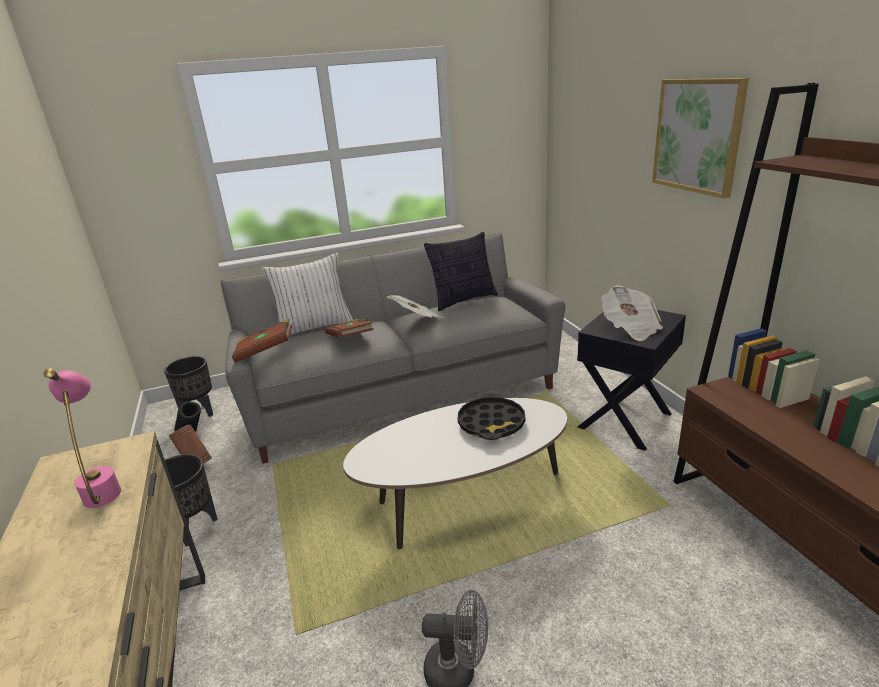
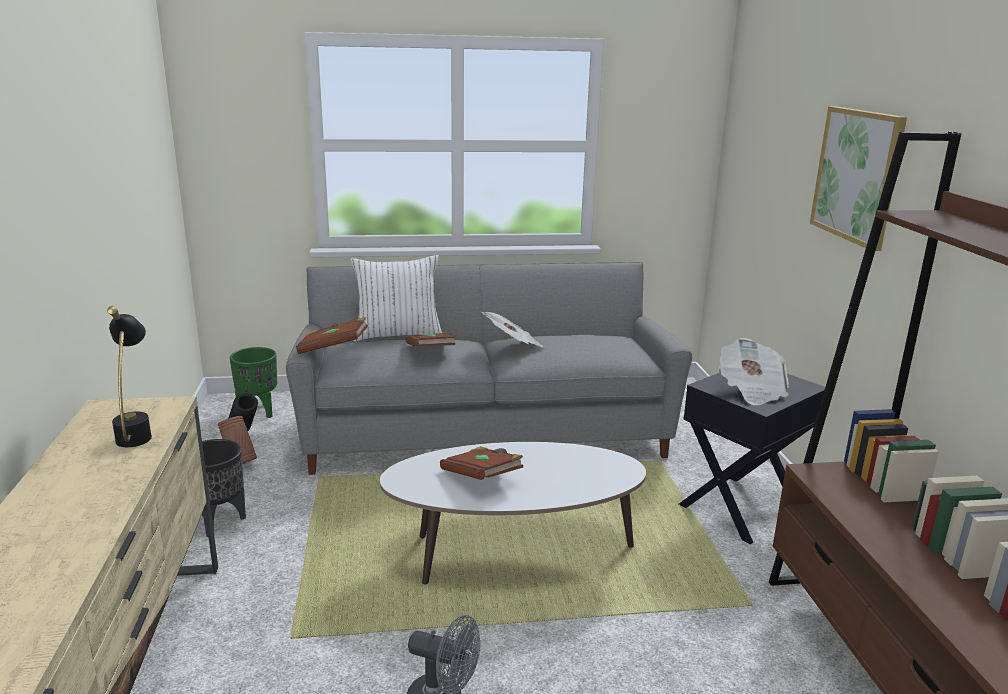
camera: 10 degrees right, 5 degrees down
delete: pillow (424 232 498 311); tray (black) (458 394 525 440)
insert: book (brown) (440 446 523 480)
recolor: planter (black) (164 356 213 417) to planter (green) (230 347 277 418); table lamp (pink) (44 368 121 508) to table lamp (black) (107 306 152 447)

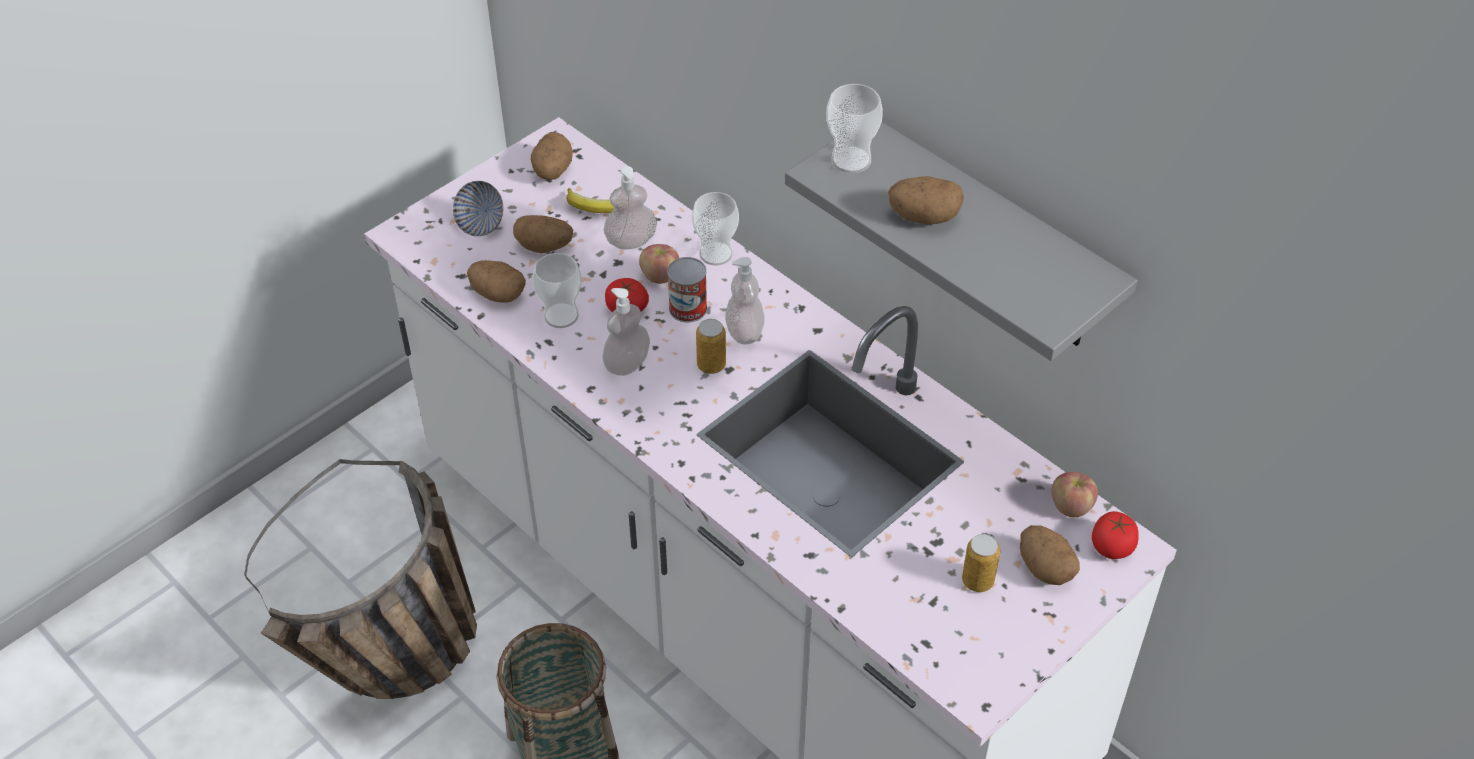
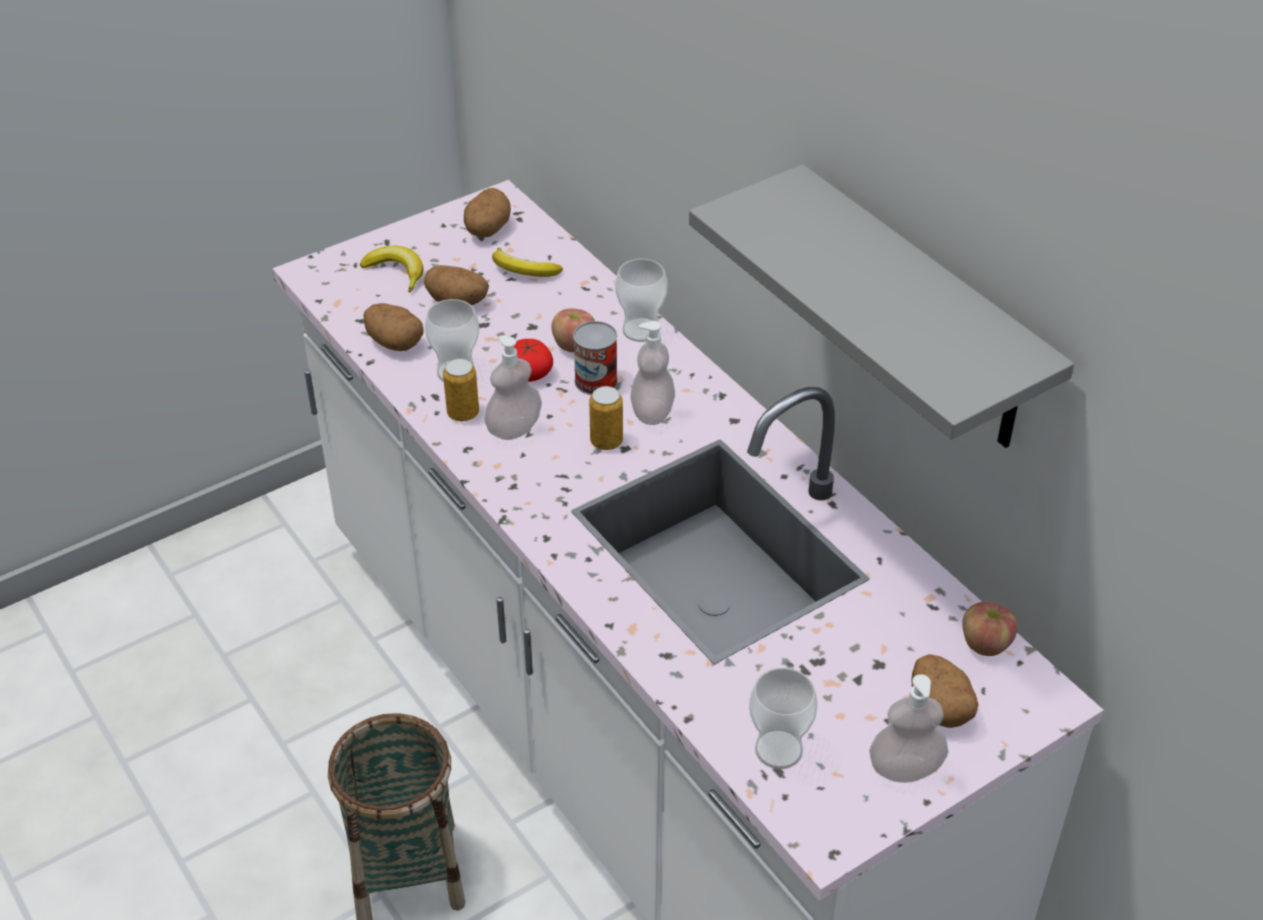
camera: 10 degrees right, 5 degrees down
delete: potato (888 176 964 224); basket (244 459 477 699); tomato (1092 511 1138 559)
move: cup (826 84 883 173) to (749 668 818 769); soap dispenser (604 166 657 249) to (869 674 948 783); can (962 534 1000 592) to (443 358 479 421)
replace: bowl (453 181 503 236) to banana (360 246 423 292)

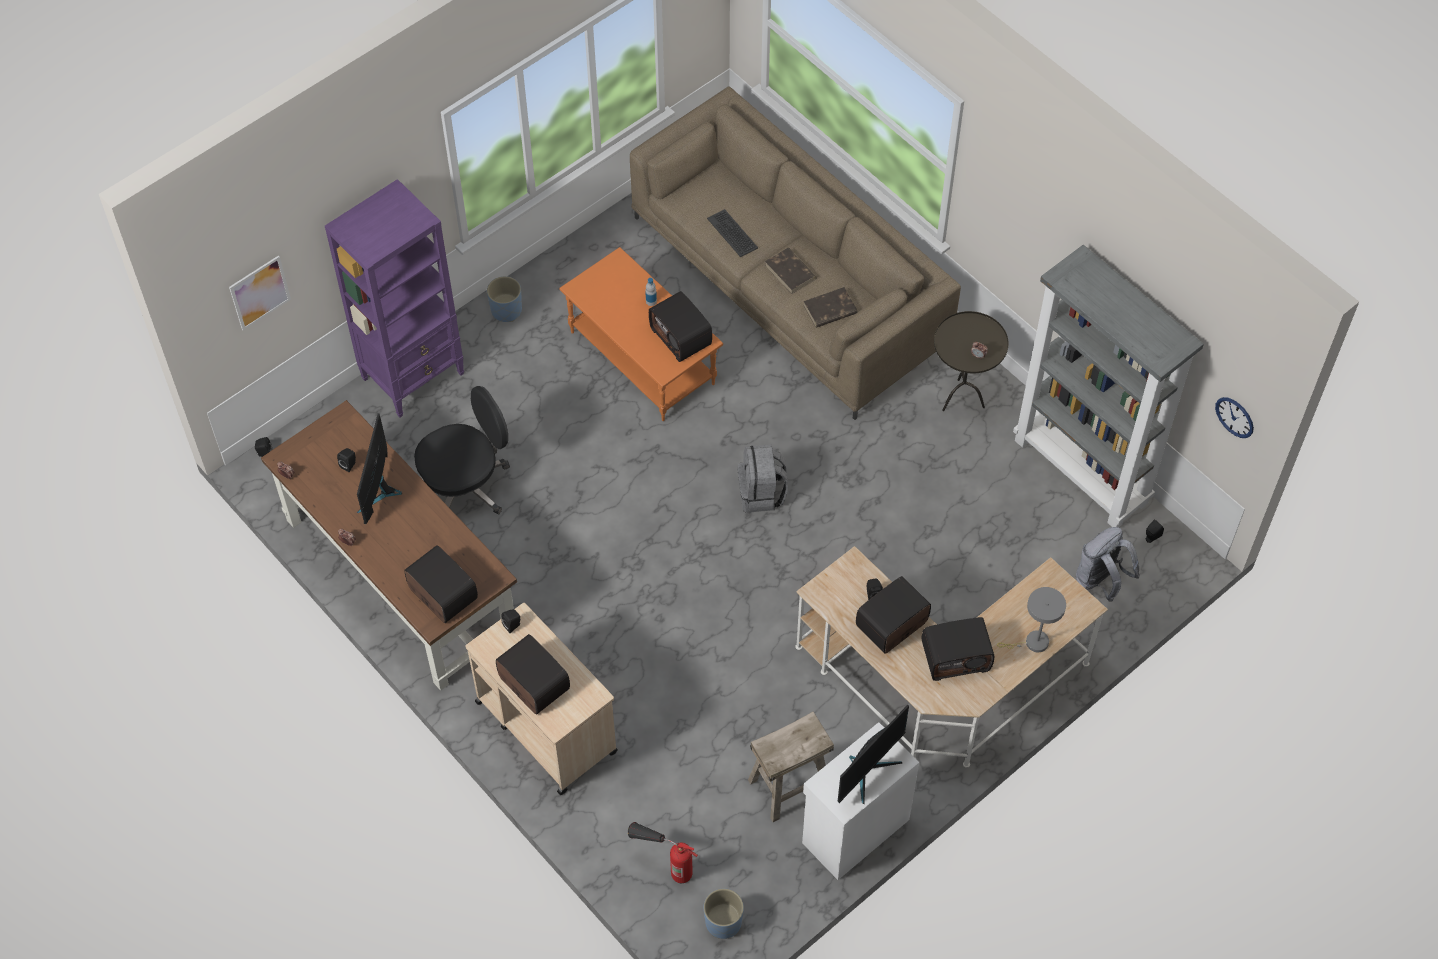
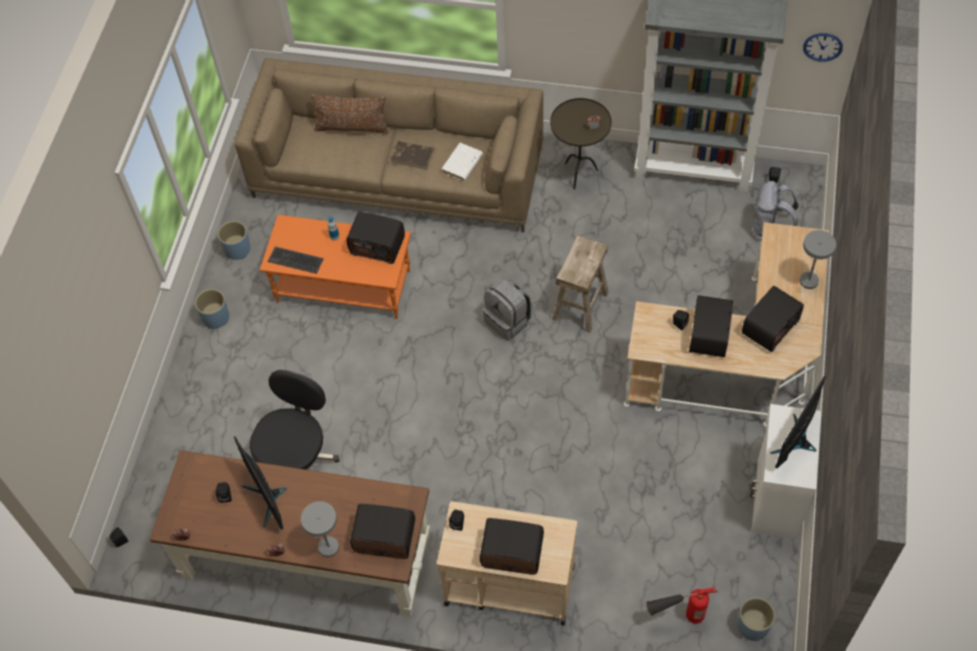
camera: 35 degrees left, 0 degrees up
delete: bookcase (purple) (325 179 464 417); picture (229 255 291 330)
insert: pillow (brown) (311 94 389 134); planter (blue) (217 221 251 260); table lamp (grey) (301 501 339 557)
move: keyboard (707 209 758 257) to (267 247 324 274); stool (beige) (748 711 834 822) to (552 235 609 333)
recolor: book (brown) (803 287 858 328) to book (white) (442 143 483 181)
rotate: monitor (838 705 909 804) = (770 375 826 468) 150 degrees counterclockwise

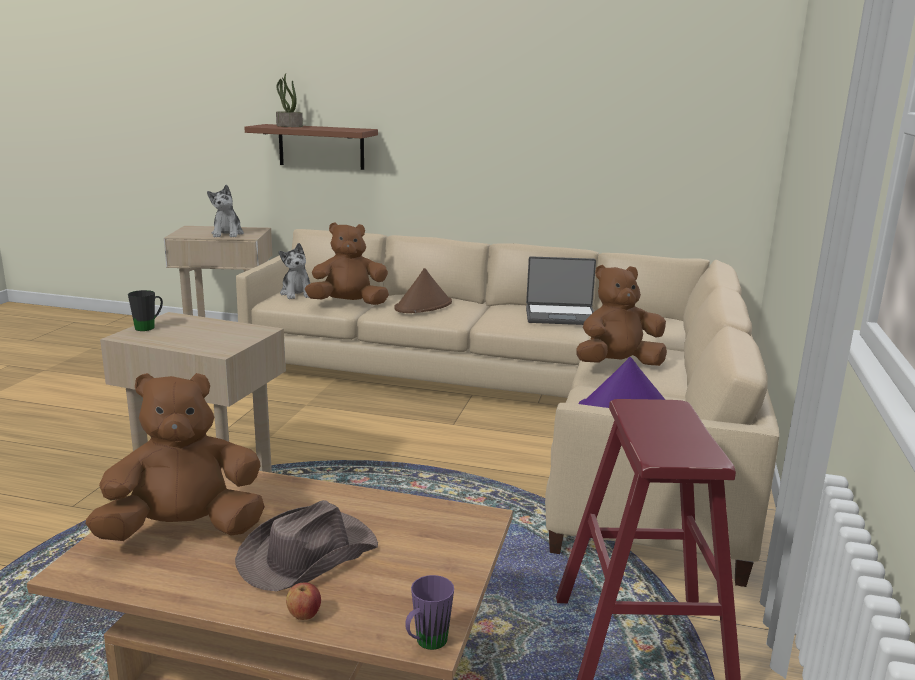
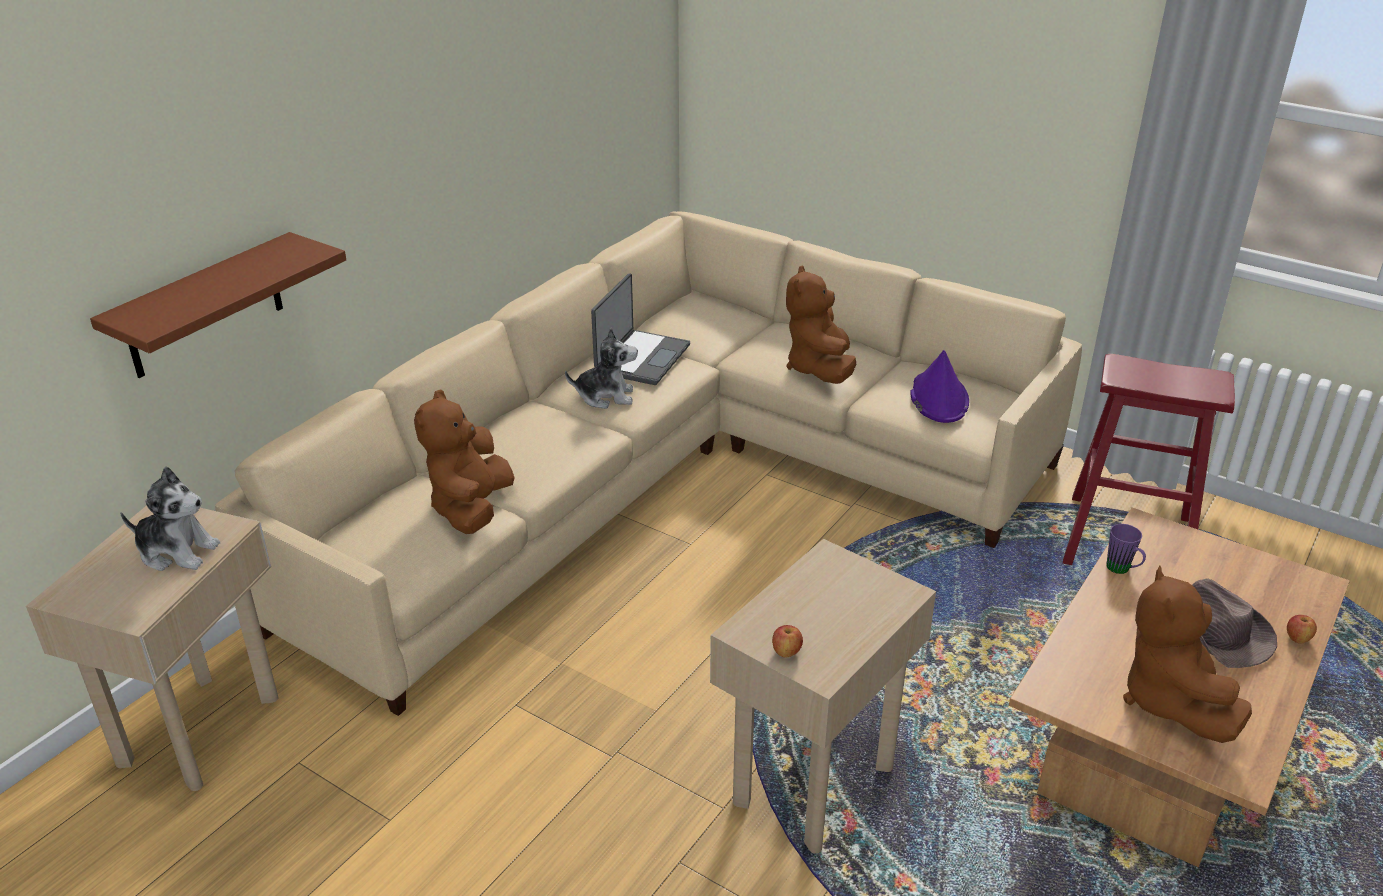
camera: 70 degrees left, 15 degrees up
delete: potted plant (276 73 303 127); hat (brown) (395 268 452 313)
move: plush toy (279 243 310 299) to (565 328 638 409); mug (purple) (405 575 454 650) to (1106 524 1146 574)
replace: mug (black) (128 290 163 331) to apple (772 625 803 658)

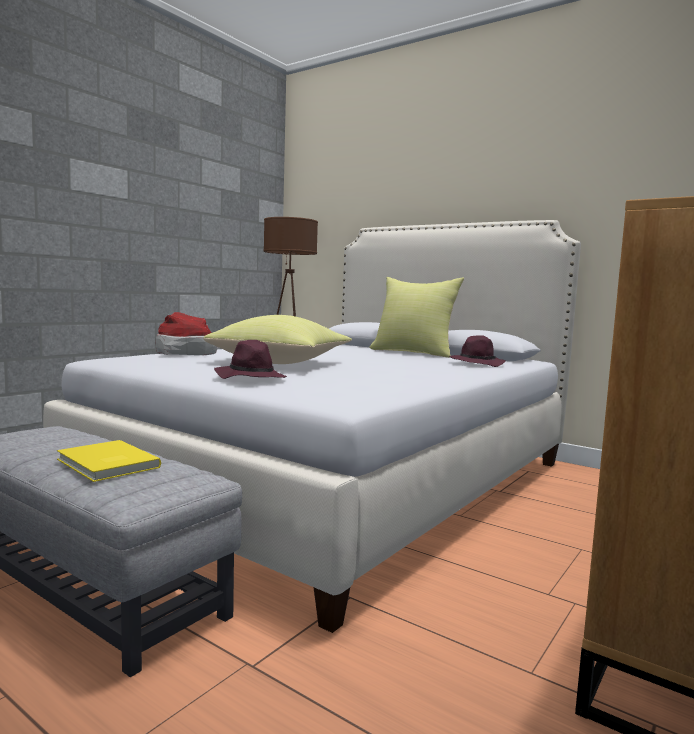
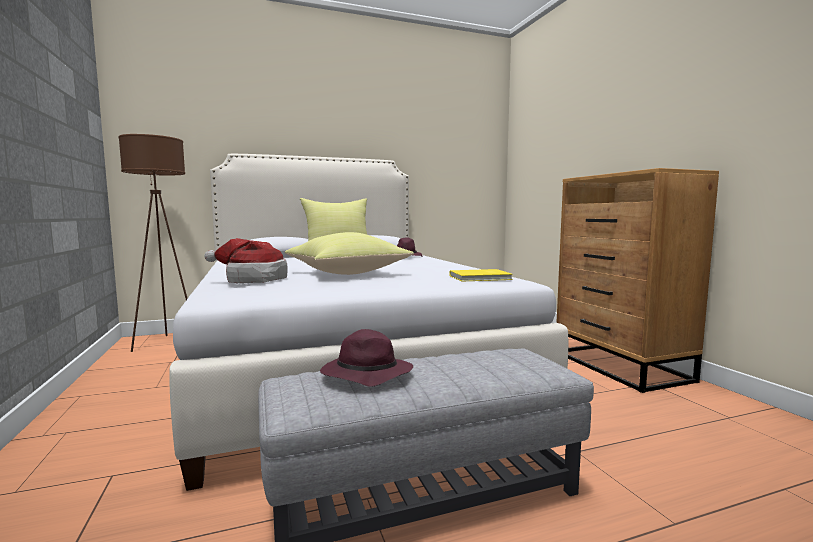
camera: 55 degrees left, 0 degrees up
move: hat (purple) (214 340 287 379) to (320 329 413 387); book (yellow) (57 440 161 482) to (449 269 513 282)

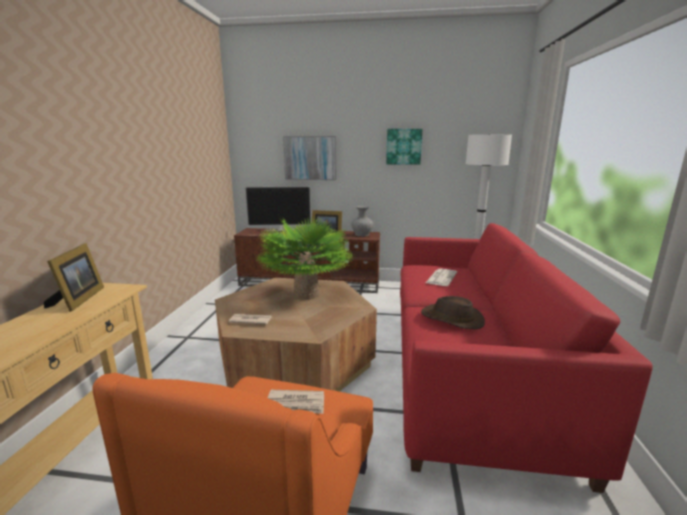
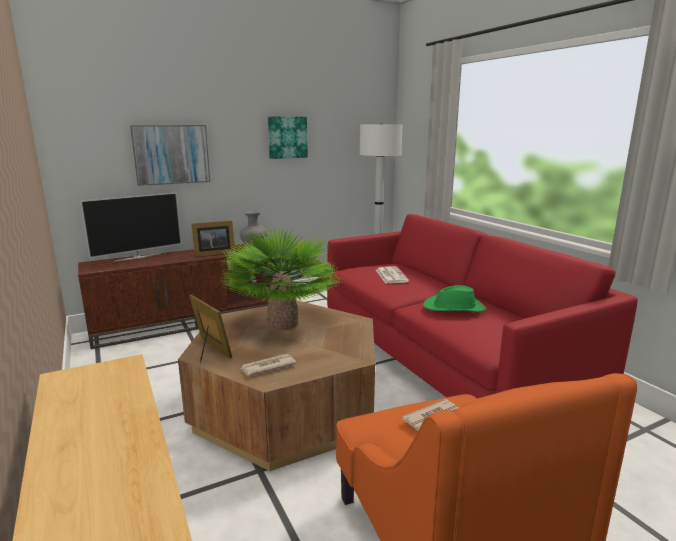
camera: 35 degrees left, 0 degrees up
move: picture frame (44 243 104 312) to (189 295 232 363)
recolor: hat (brown) (421 296 485 329) to hat (green) (423 285 486 312)

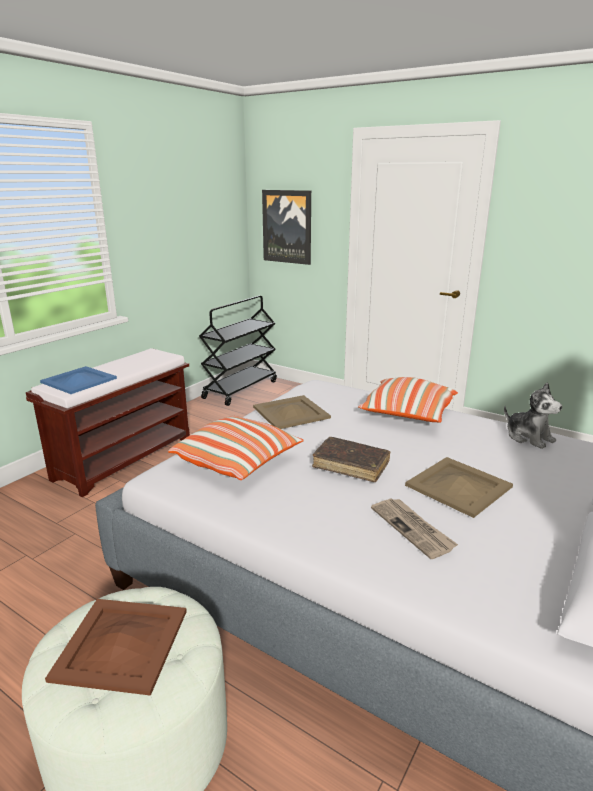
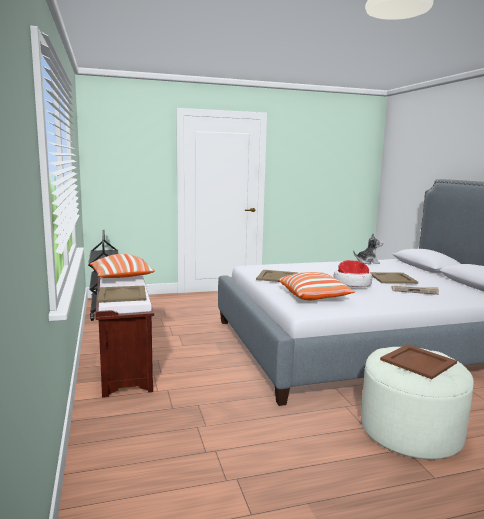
camera: 50 degrees left, 10 degrees down
delete: picture (262 190 311 265)
move: pillow (358 377 458 423) to (90 254 155 278)
replace: book (brown) (312 437 390 482) to hat (333 260 372 287)
recolor: tray (blue) (40 366 117 394) to tray (beige) (98 286 146 303)

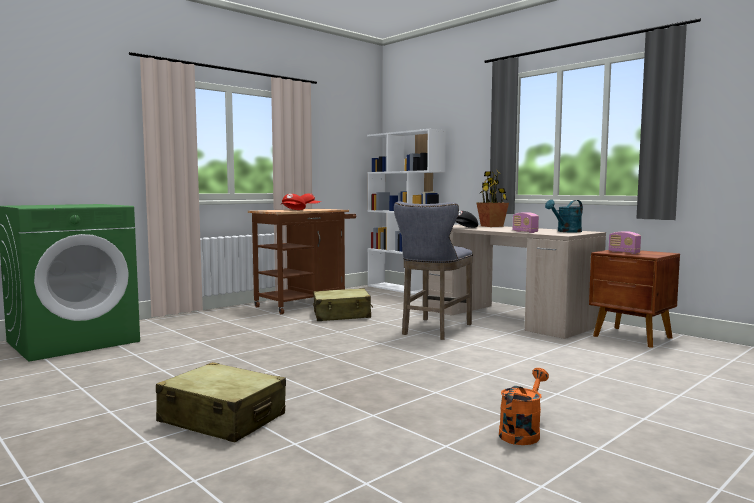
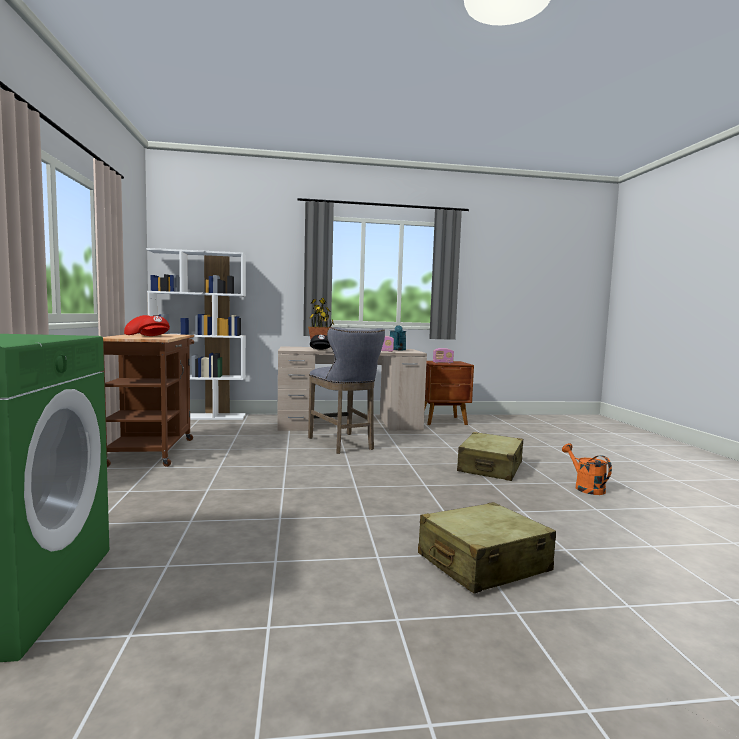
camera: 55 degrees left, 0 degrees up
move: suitcase (beige) (313 288 373 321) to (457 432 523 481)

